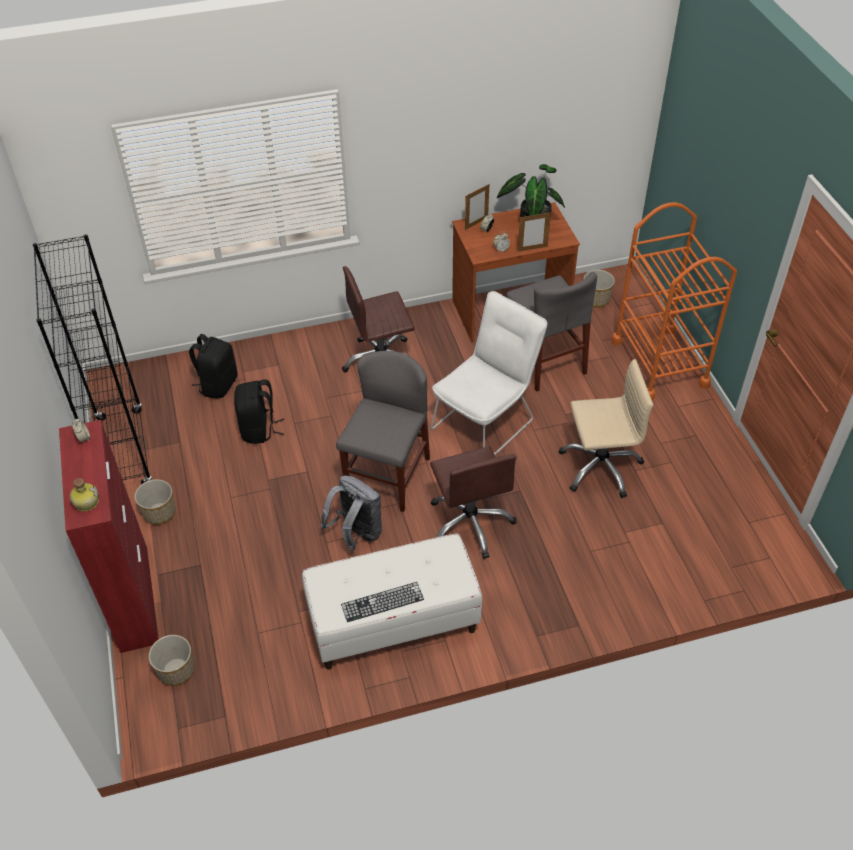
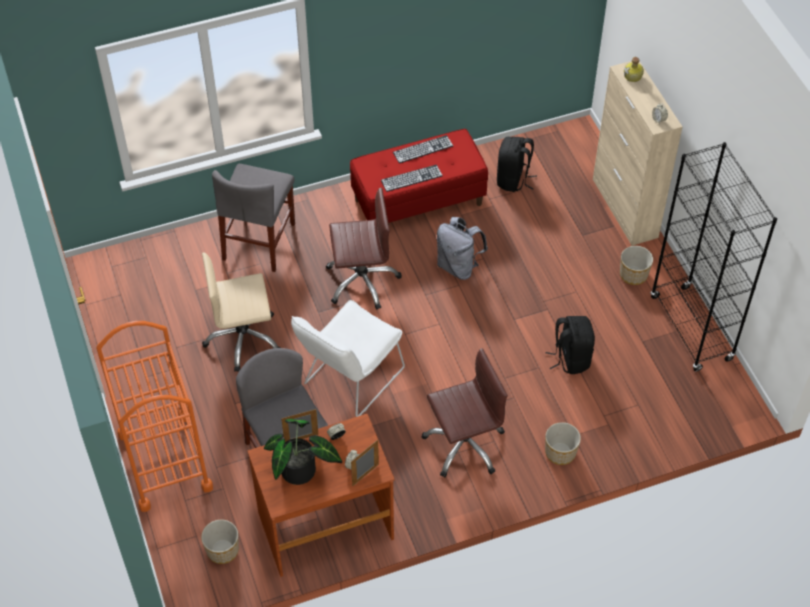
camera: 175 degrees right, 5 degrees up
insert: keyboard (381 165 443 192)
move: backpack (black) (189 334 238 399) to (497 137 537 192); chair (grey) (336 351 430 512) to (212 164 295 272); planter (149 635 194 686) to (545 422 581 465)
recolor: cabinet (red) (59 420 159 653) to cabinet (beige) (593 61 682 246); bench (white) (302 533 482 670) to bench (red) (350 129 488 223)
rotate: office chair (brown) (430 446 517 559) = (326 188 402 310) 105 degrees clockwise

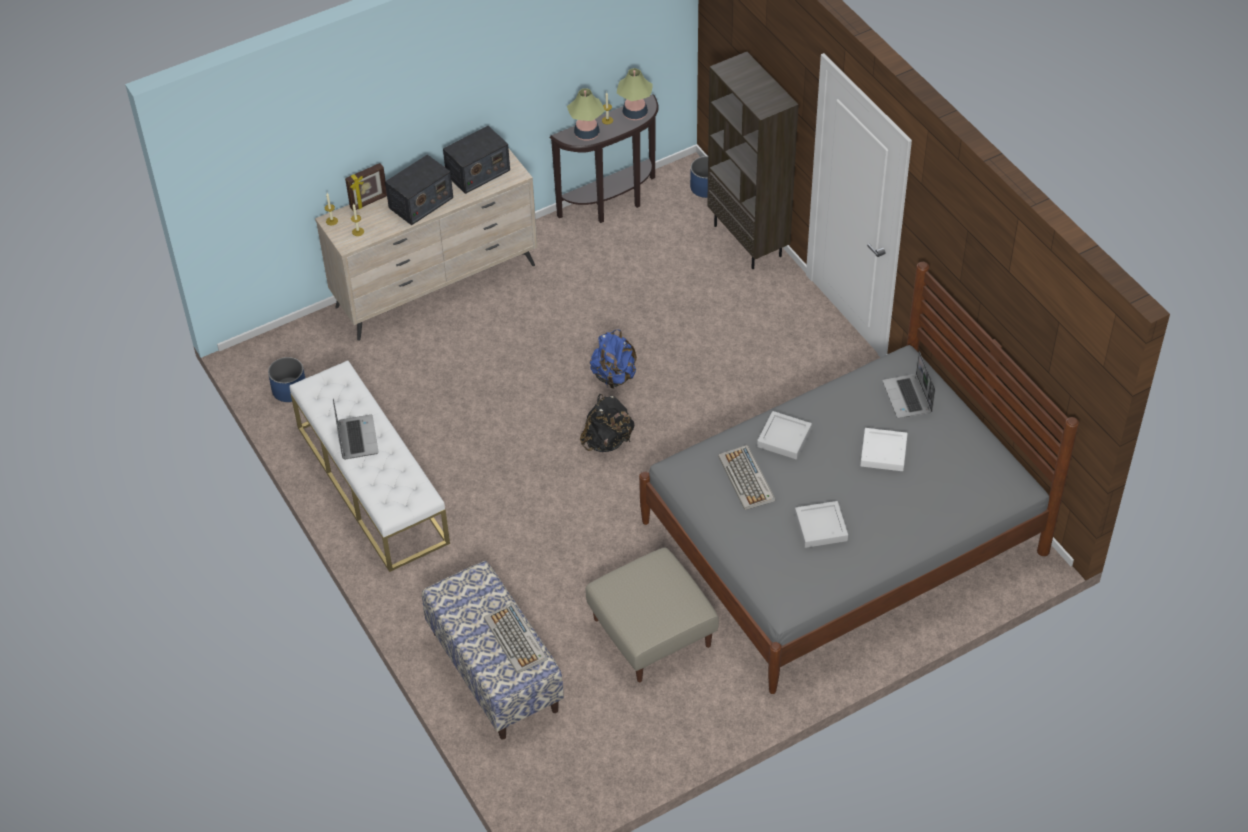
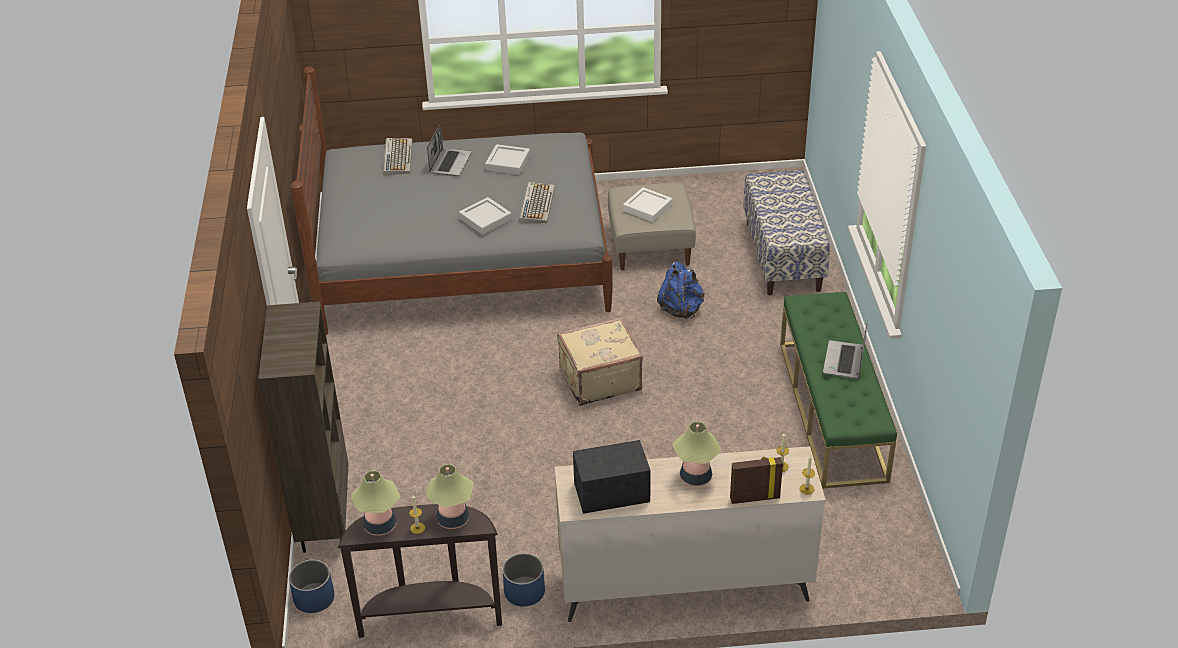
camera: 155 degrees left, 10 degrees down
move: backpack (blue) (590 329 637 389) to (657 262 704 319); laptop (882 351 935 418) to (427 124 471 176); planter (blue) (268 357 305 402) to (503 553 545 607); tray (white) (860 428 908 471) to (623 187 672 222); keyboard (484 602 548 674) to (383 138 412 175)
replace: radio (385 155 453 225) to table lamp (672 422 721 487); backpack (black) (580 394 634 452) to suitcase (beige) (557 317 643 406)
recolor: bench (white) (289 360 450 572) to bench (green) (780 292 897 489)

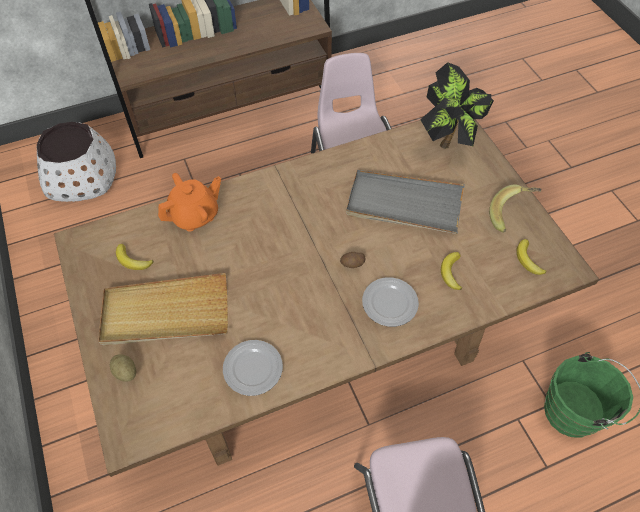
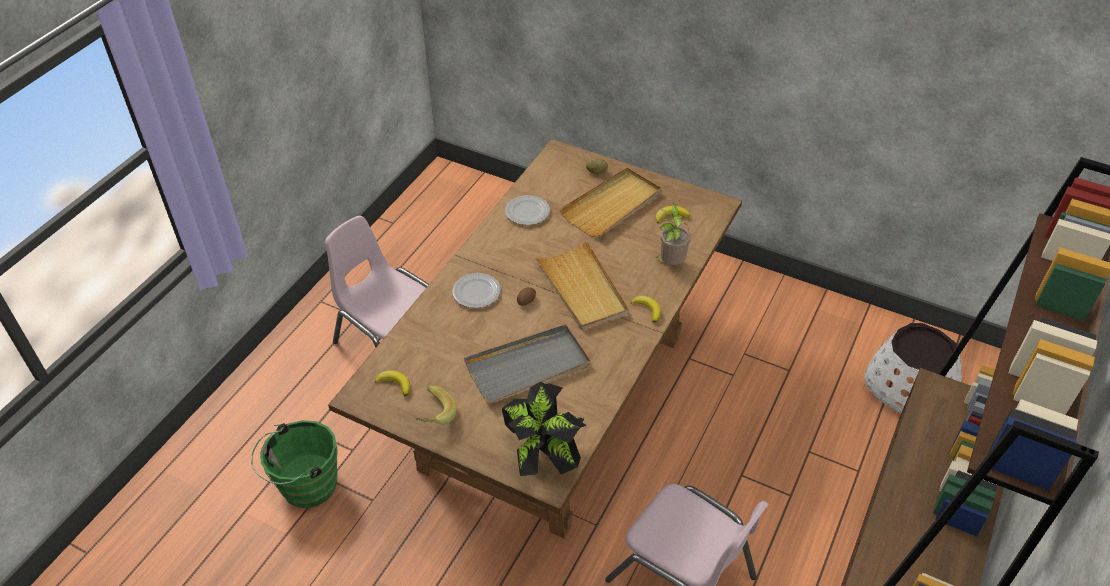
camera: 140 degrees right, 10 degrees down
insert: tray (beige) (534 240 629 330)
move: banana (441 252 462 290) to (631 296 661 323)
replace: teapot (orange) (158 173 221 232) to potted plant (655 203 691 265)

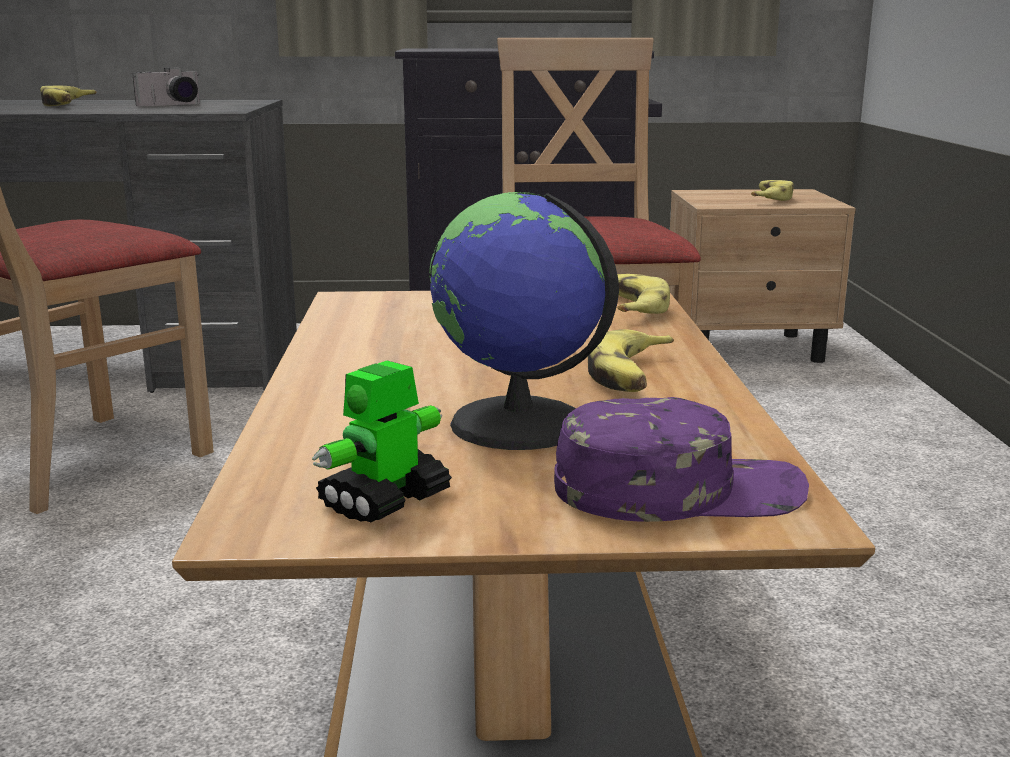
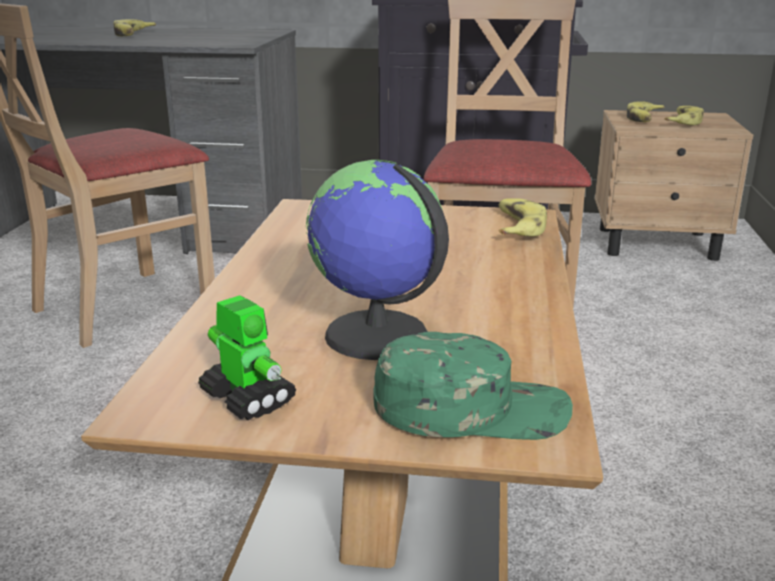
camera: 10 degrees right, 5 degrees up
delete: photo camera (133 68 200 106)
move: banana (588 329 674 392) to (627 101 664 122)
recolor: cap (purple) (554 397 809 522) to cap (green) (373 332 573 440)
rotate: toy robot (312 361 452 522) = (198 295 297 421) 90 degrees clockwise

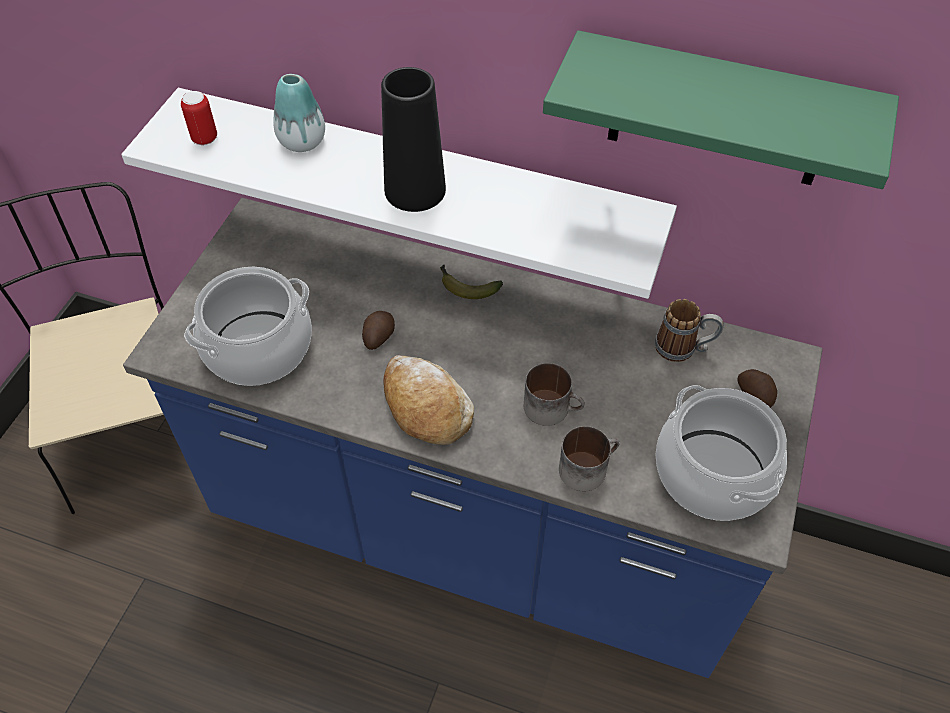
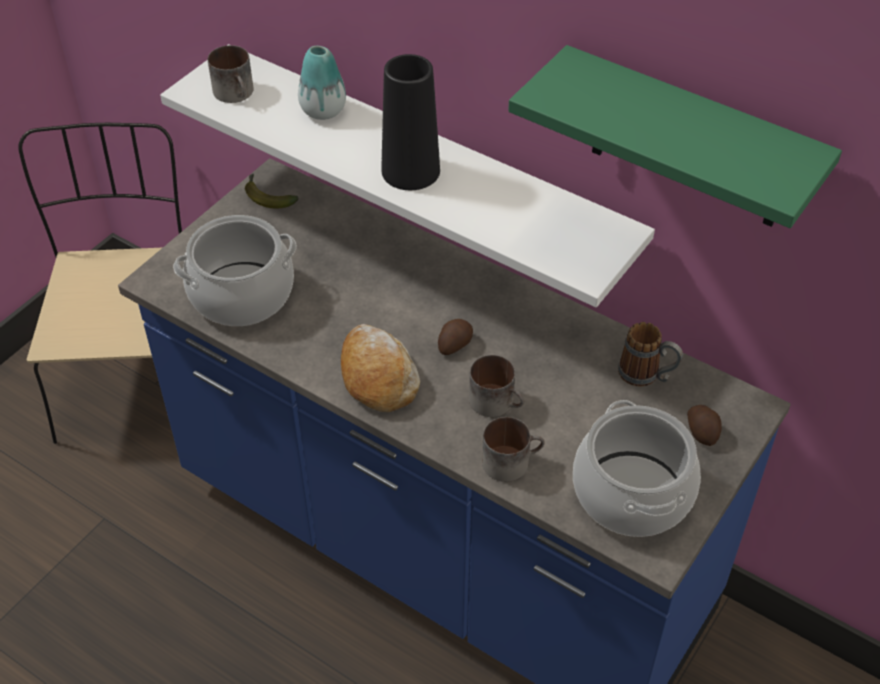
camera: 15 degrees right, 5 degrees down
move: banana (440 265 503 299) to (245 174 298 209); potato (362 311 395 350) to (438 319 473 355)
replace: can (181 91 217 145) to mug (208 45 254 103)

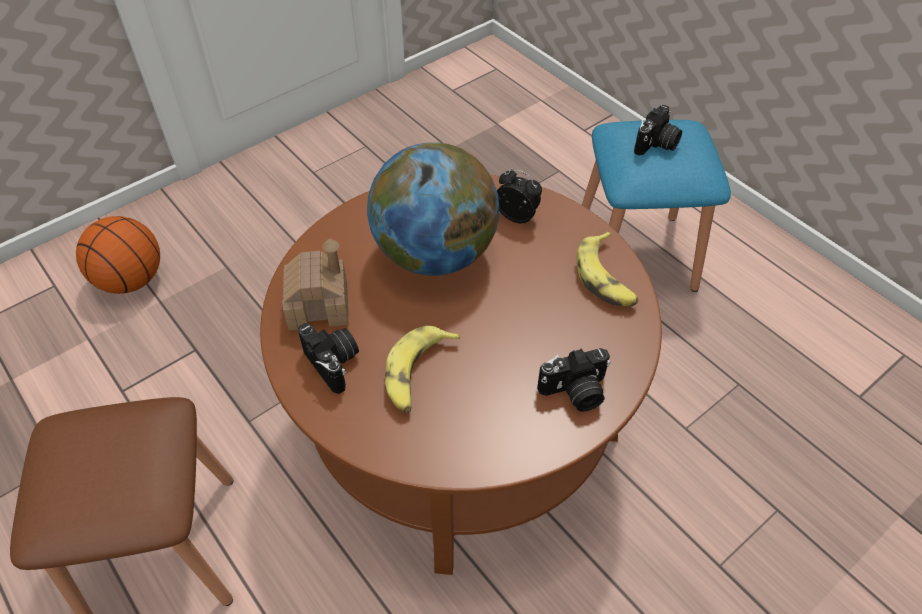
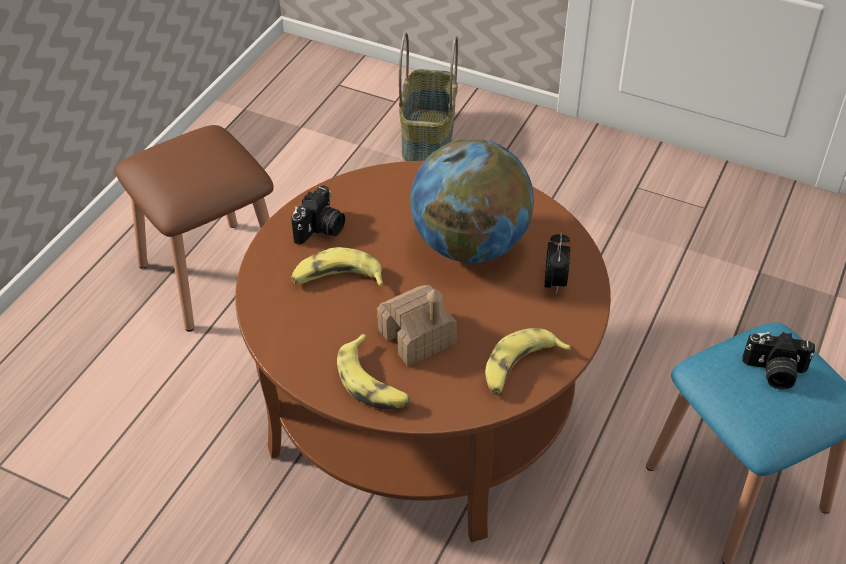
camera: 65 degrees right, 5 degrees down
move: toy house (282 238 349 331) to (377 285 457 366)
replace: basketball (76 216 160 294) to basket (399 32 458 161); photo camera (537 348 611 412) to banana (337 334 411 410)

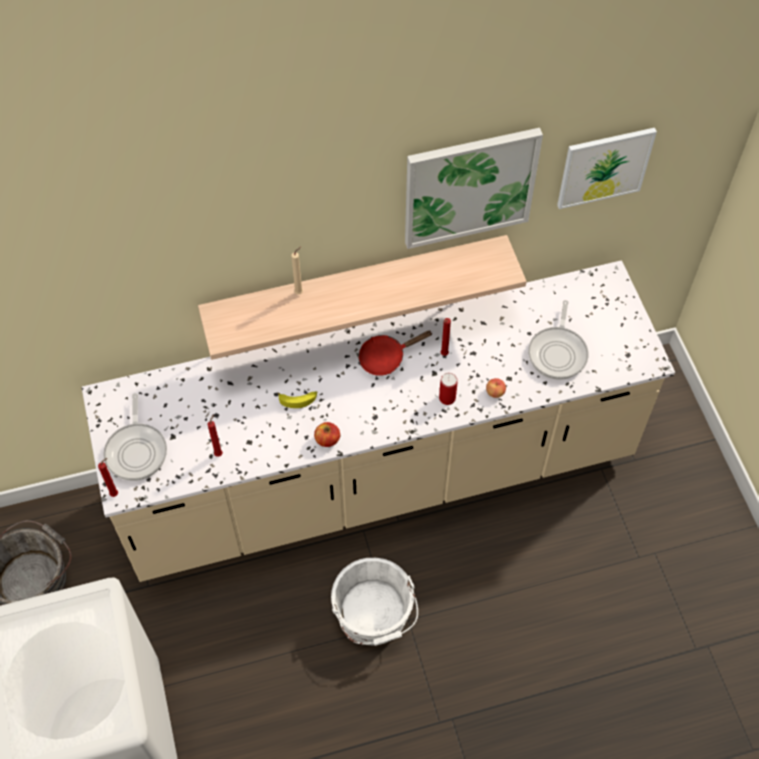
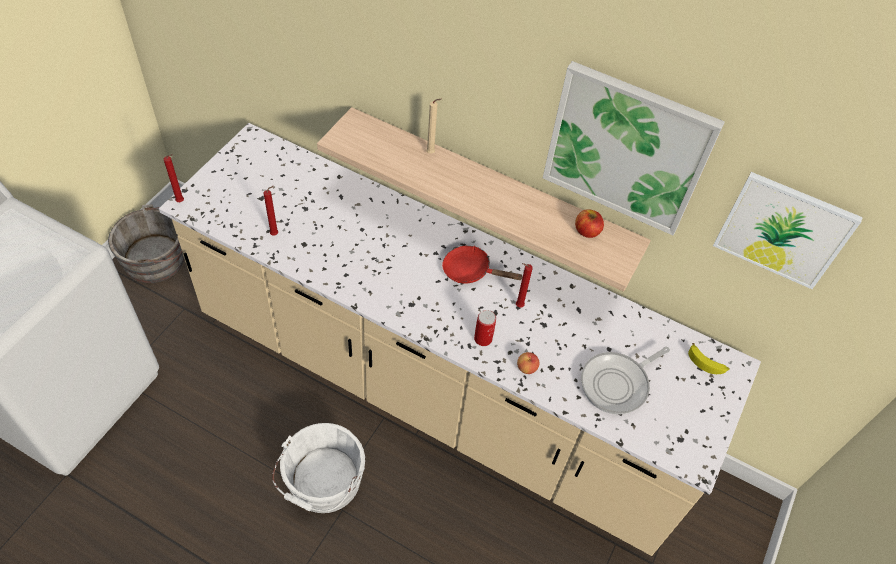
camera: 40 degrees right, 5 degrees down
delete: frying pan (103 393 167 481)
move: banana (278 391 317 408) to (688 343 730 374); apple (314 422 340 447) to (575 209 604 238)

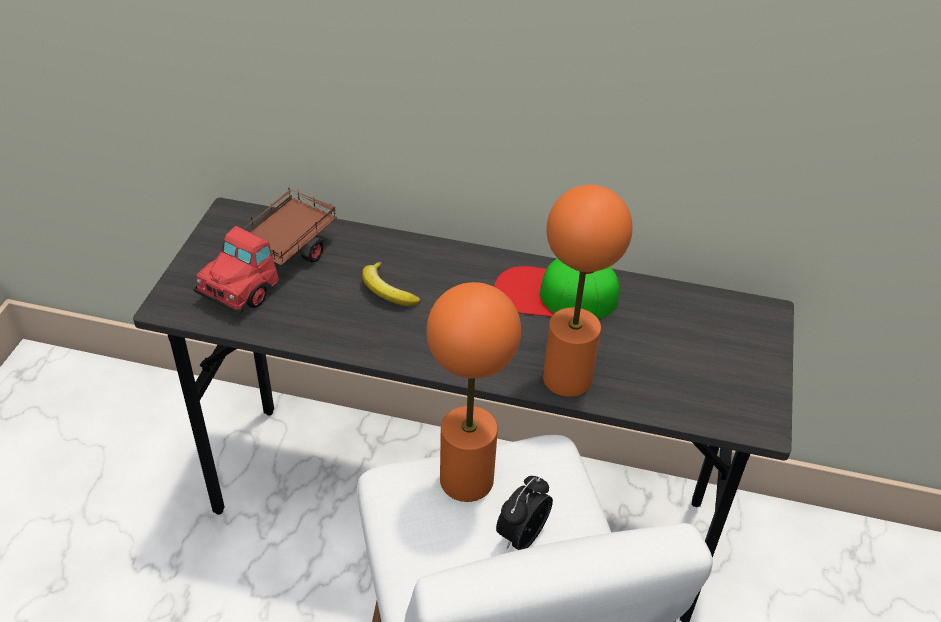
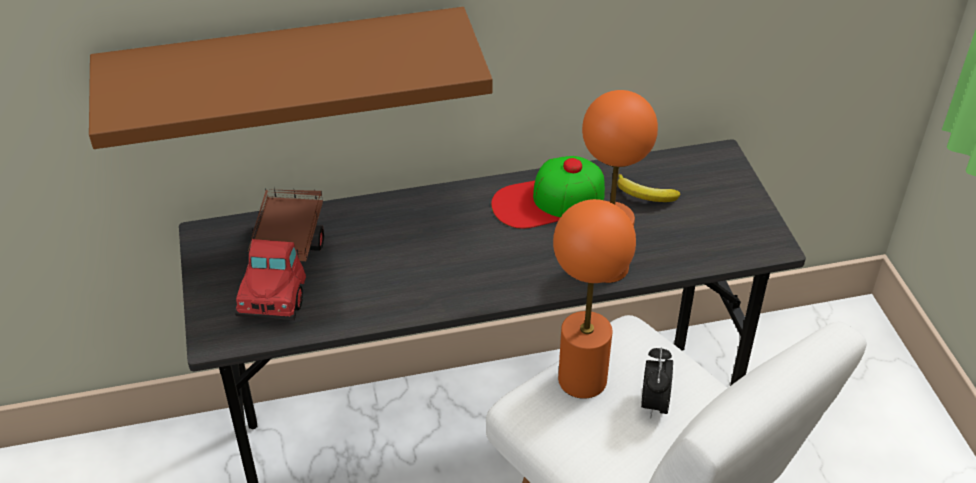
camera: 25 degrees left, 0 degrees up
insert: shelf (brown) (89 7 492 149)
move: banana (362 262 420 306) to (618 174 680 202)

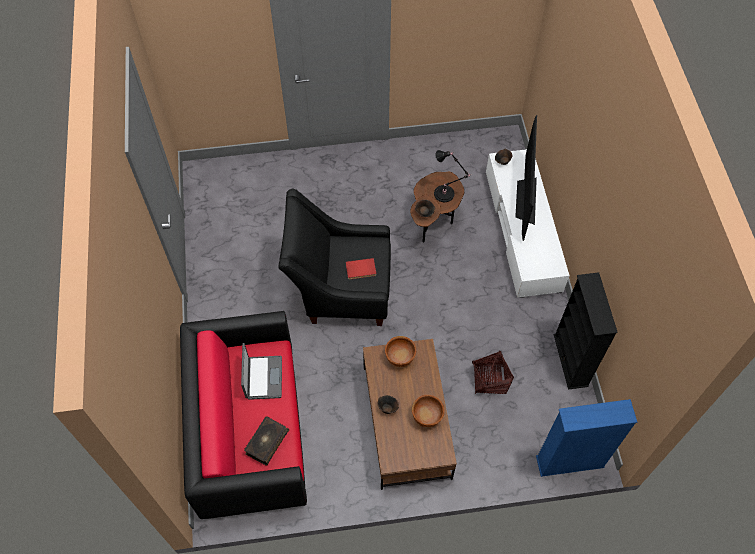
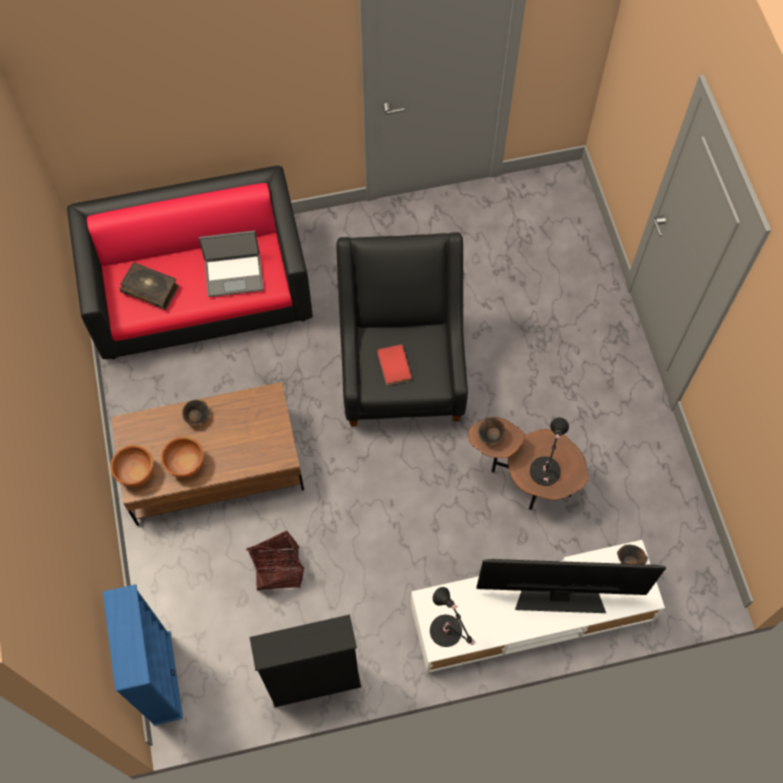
camera: 85 degrees right, 5 degrees up
insert: table lamp (black) (430 587 476 647)
move: bowl (brown) (385 336 416 367) to (110 445 154 487)

